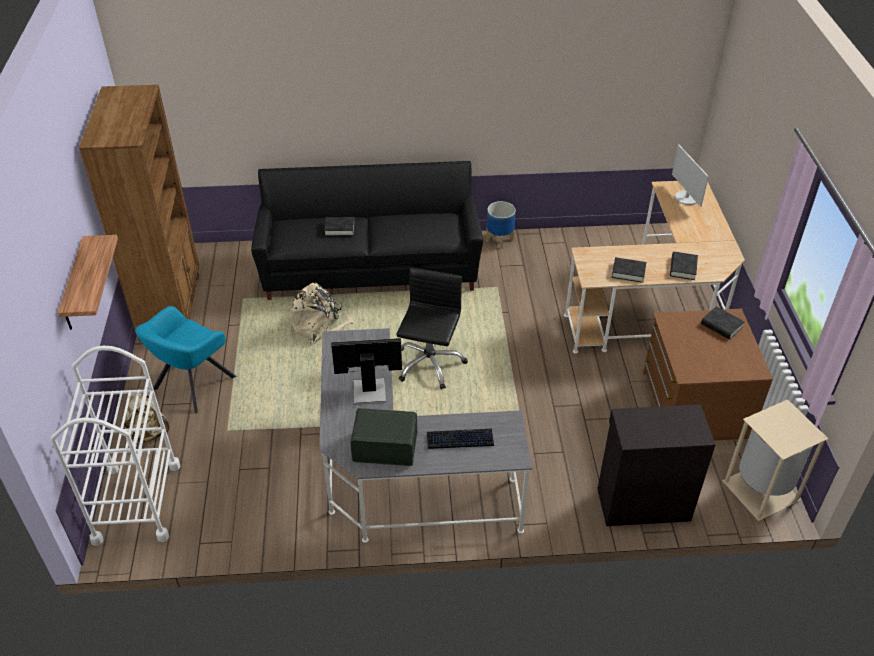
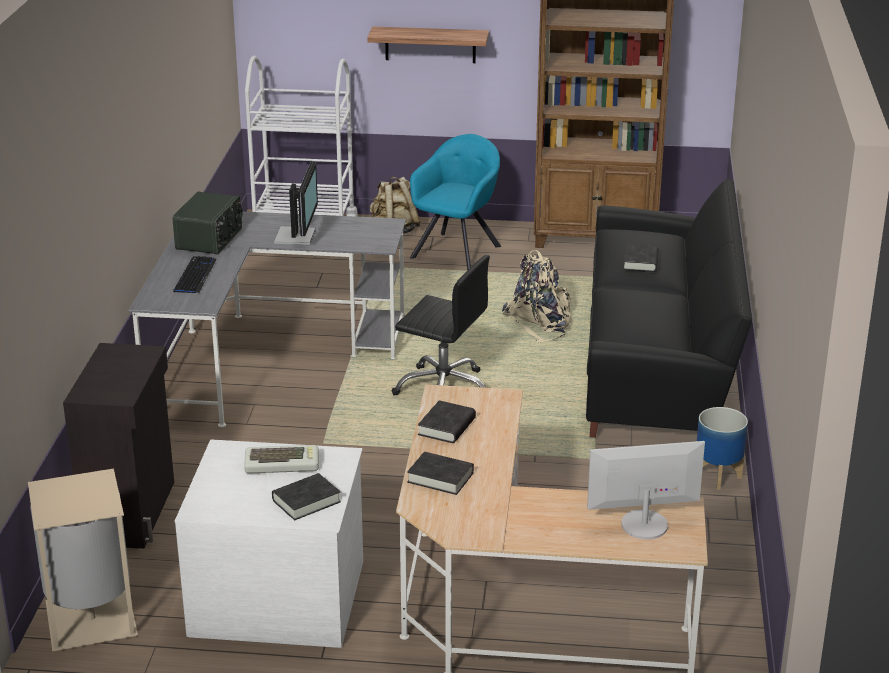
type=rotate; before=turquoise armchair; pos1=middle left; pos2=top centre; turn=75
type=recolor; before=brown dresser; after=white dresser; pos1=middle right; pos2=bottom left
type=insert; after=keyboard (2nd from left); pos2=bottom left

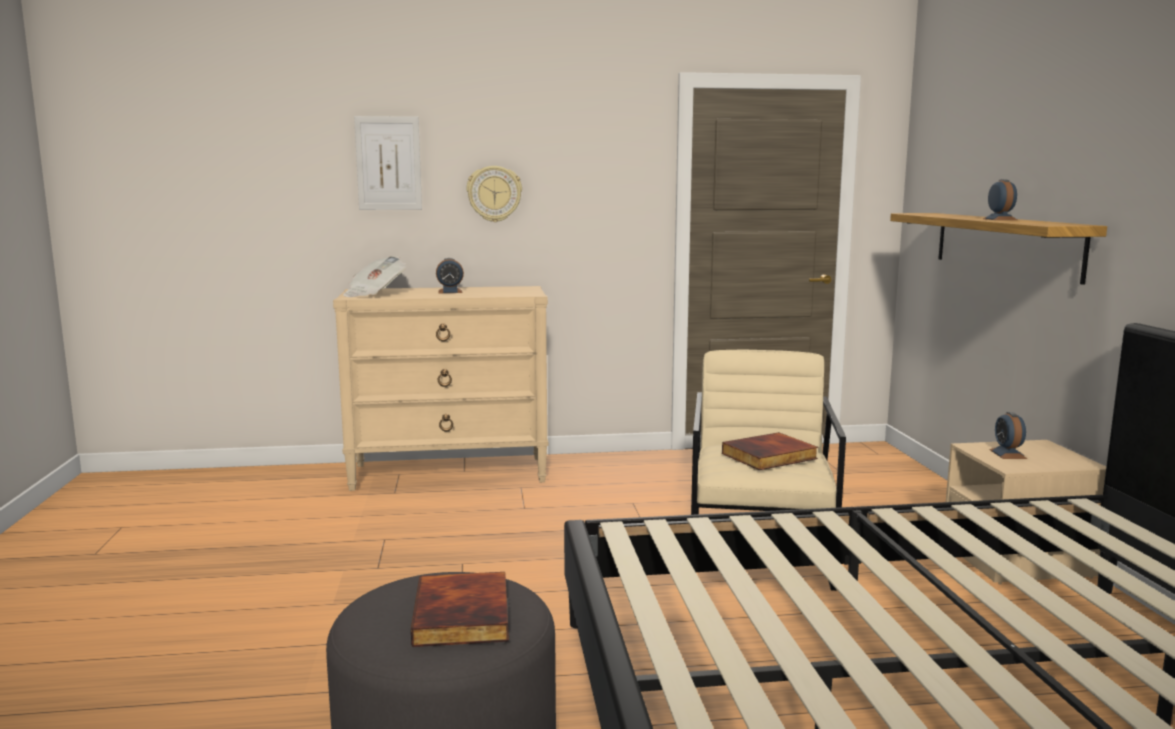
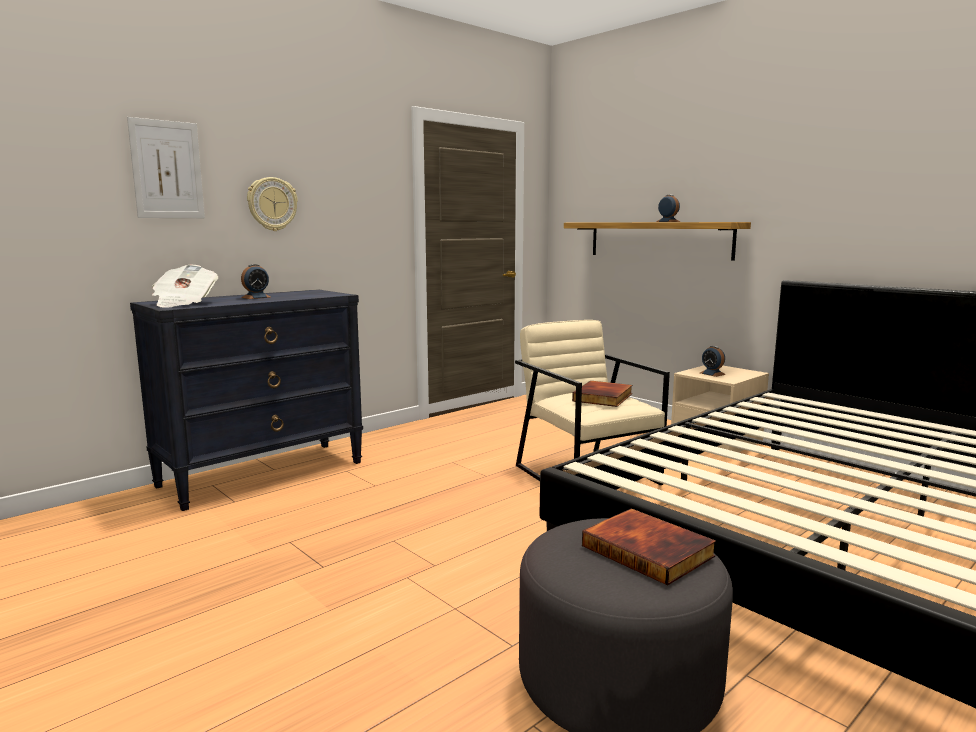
type=recolor; before=beige dresser; after=black dresser; pos1=centre; pos2=middle left

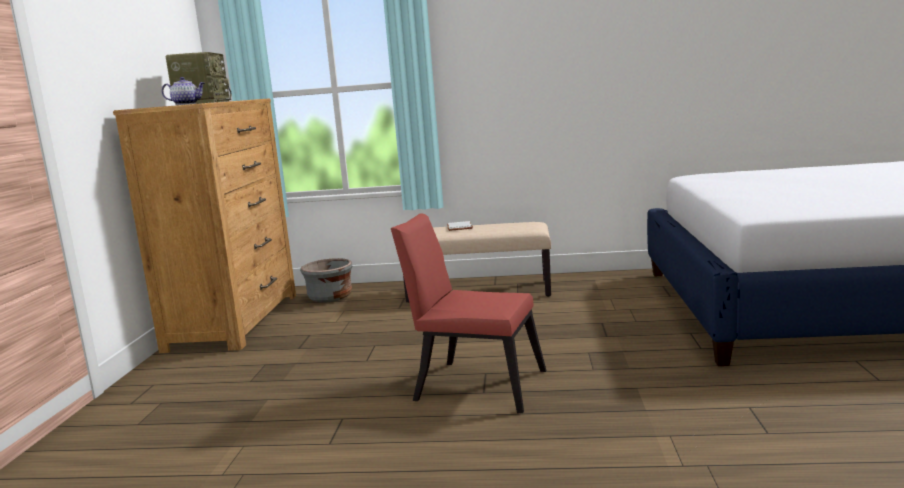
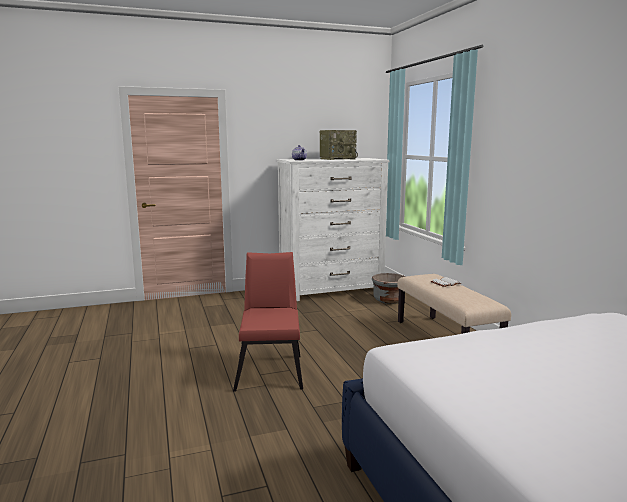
type=recolor; before=brown dresser; after=white dresser; pos1=middle left; pos2=centre

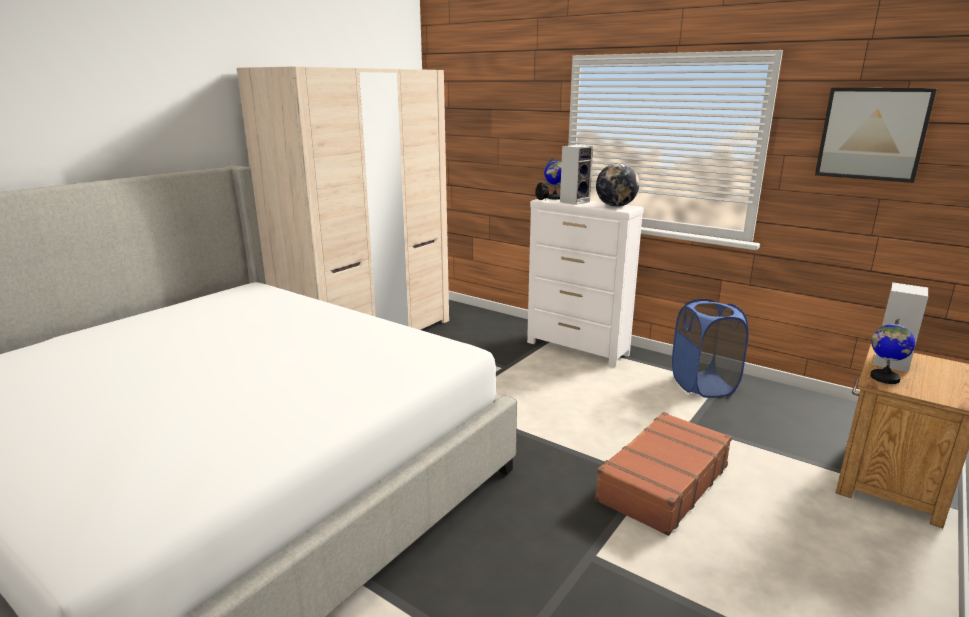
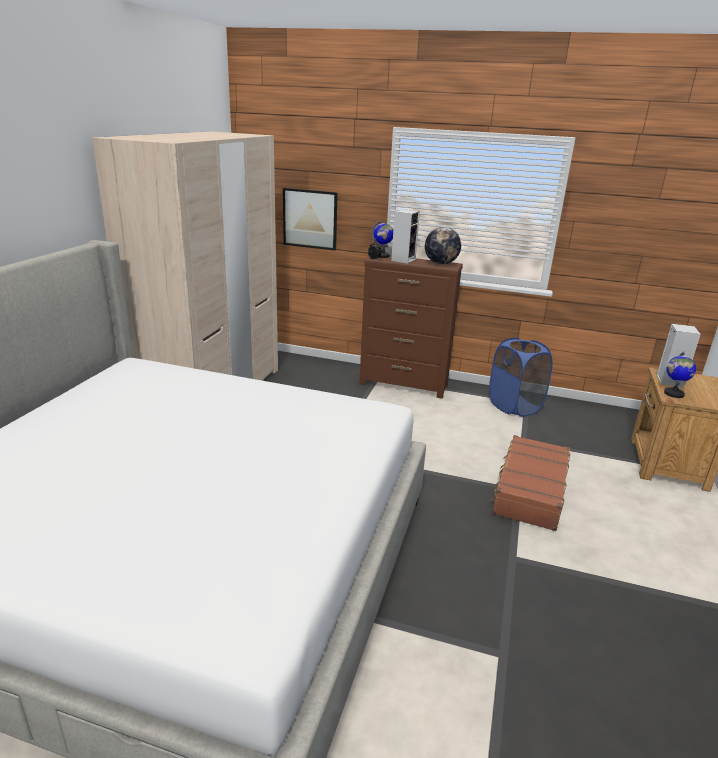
type=recolor; before=white dresser; after=brown dresser; pos1=centre; pos2=centre
type=move; before=picture; pos1=top right; pos2=top centre

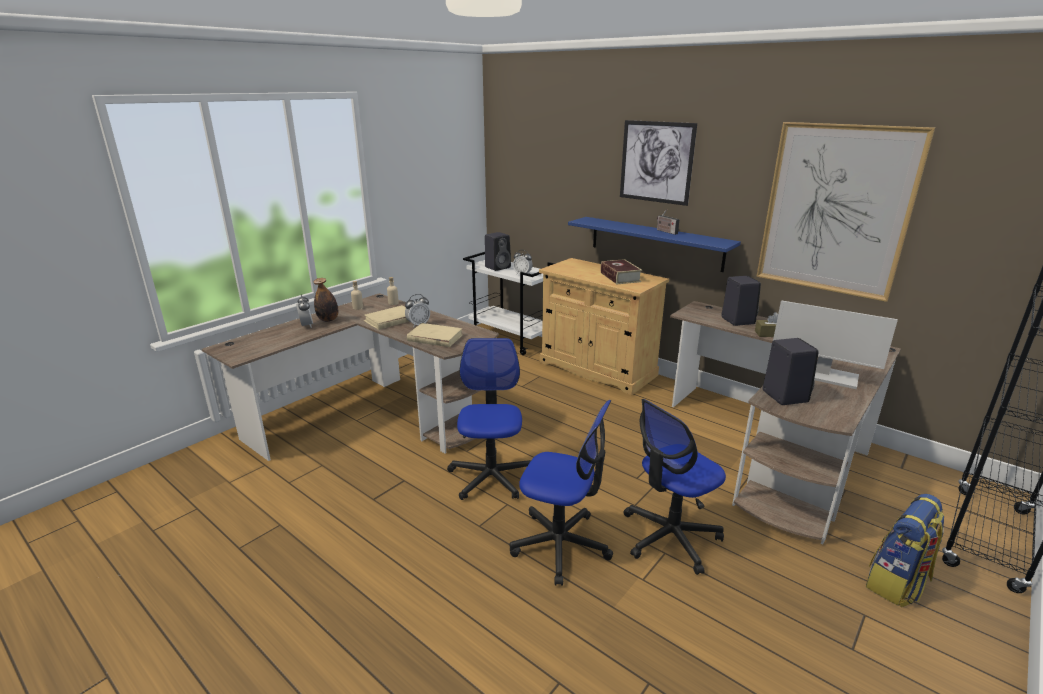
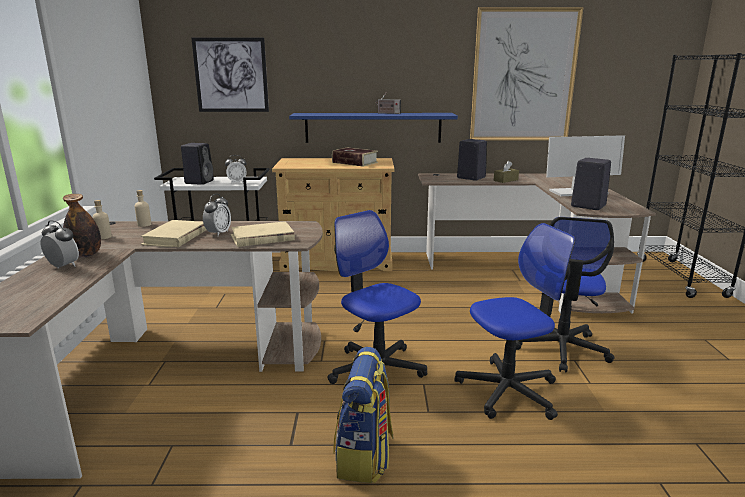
type=move; before=picture (1st from left); pos1=top centre; pos2=top left
type=move; before=backpack; pos1=bottom right; pos2=bottom centre

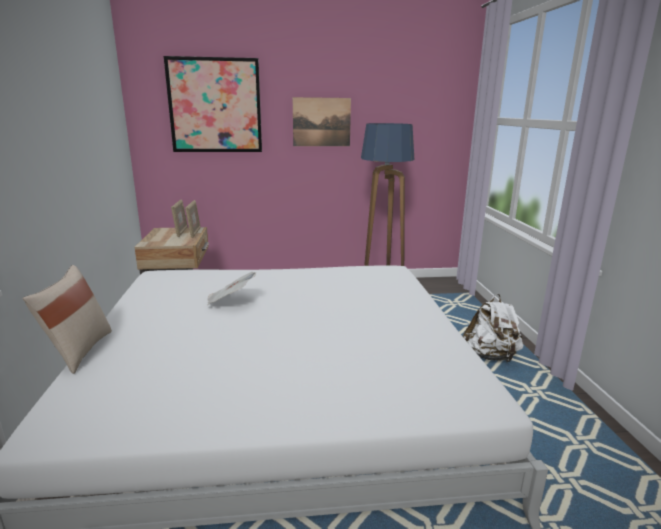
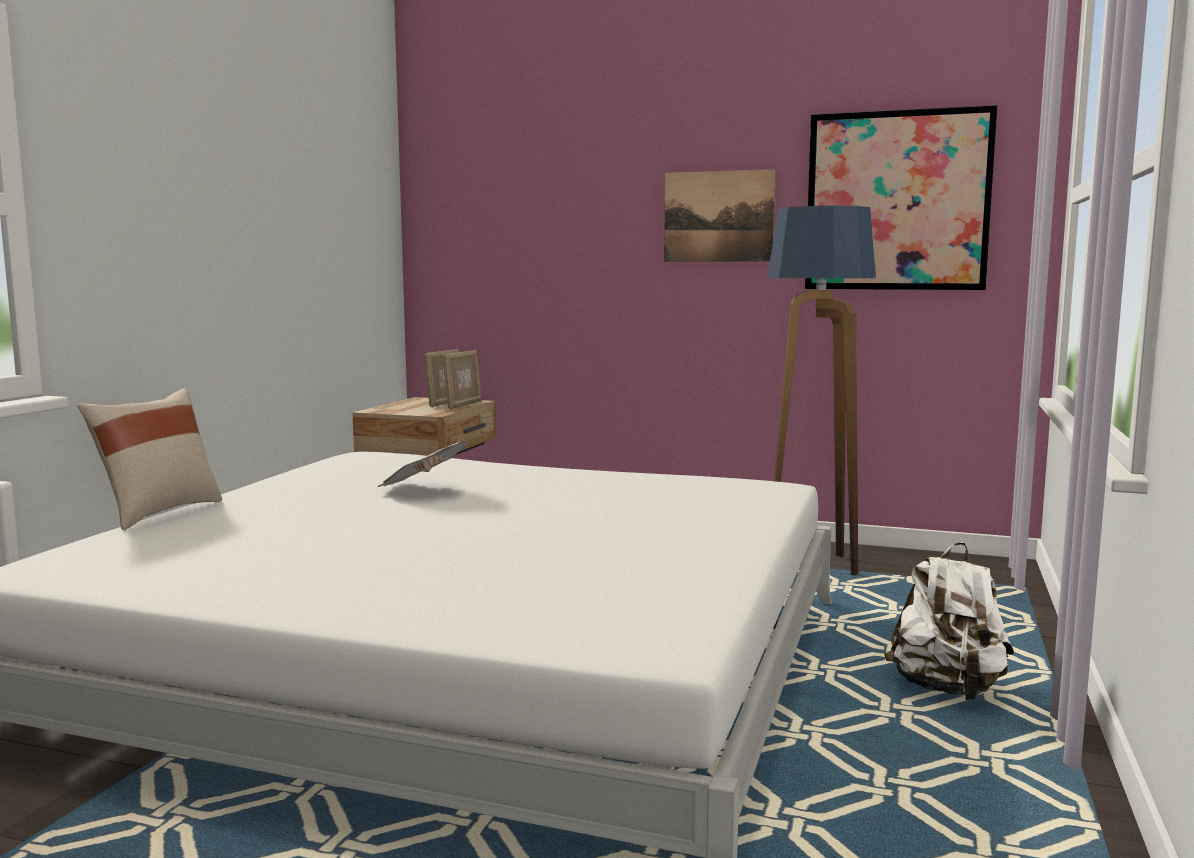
type=move; before=picture (1st from left in the first image); after=picture (2nd from left); pos1=top left; pos2=top right

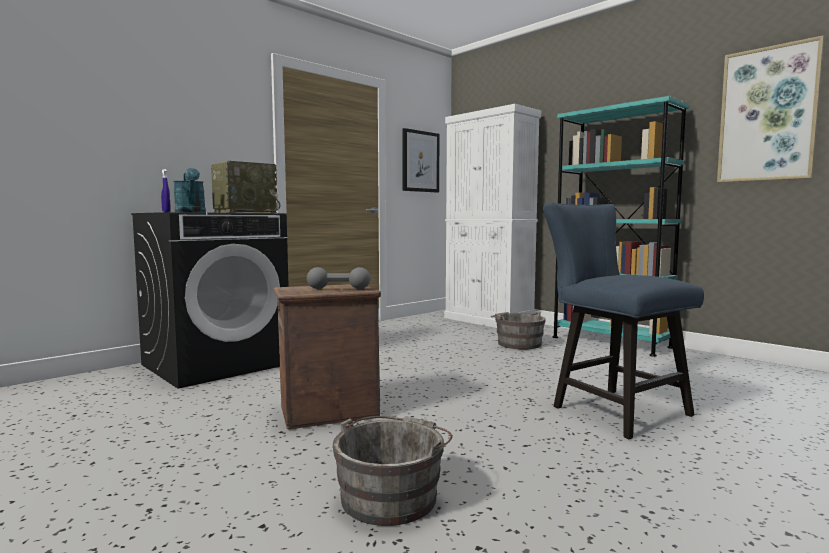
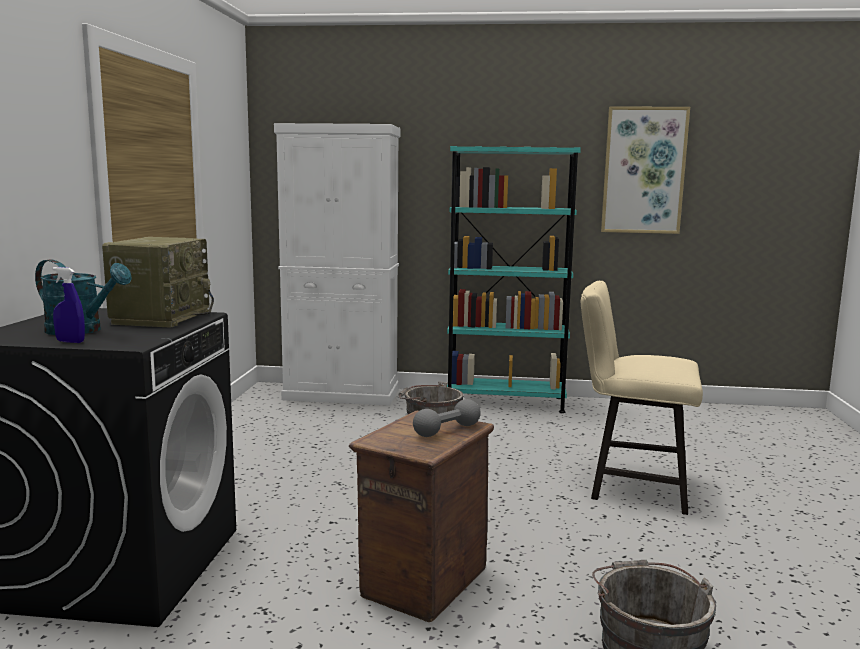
type=delete; before=picture (1st from left); pos1=top centre
type=recolor; before=blue chair; after=beige chair; pos1=middle right; pos2=middle right

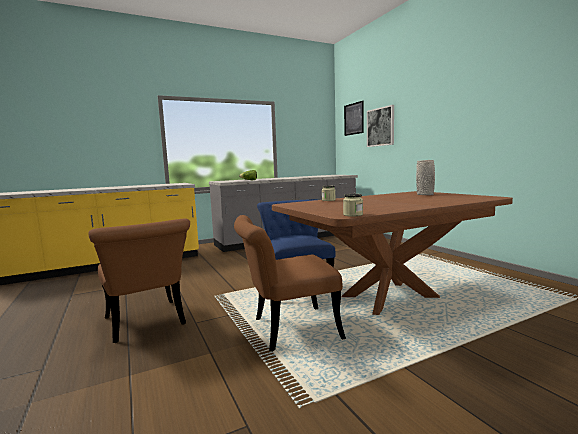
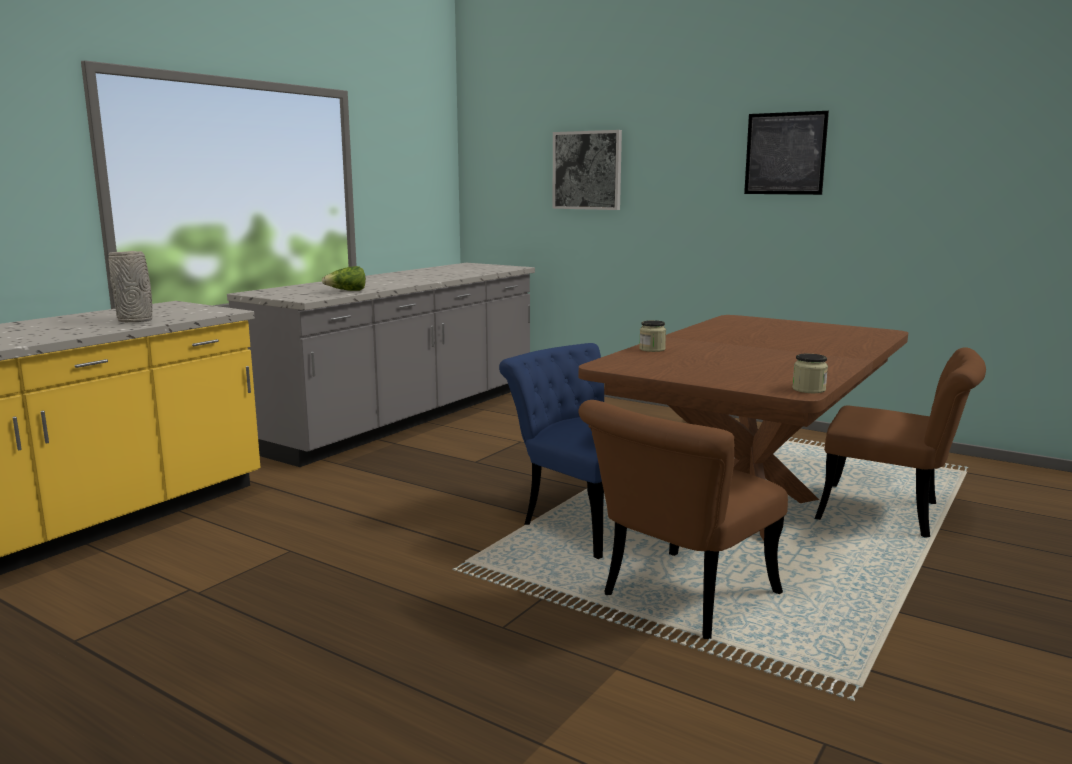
type=move; before=brown chair (1st from left in the first image); after=brown chair (2nd from left); pos1=middle left; pos2=middle right
type=move; before=picture (1st from left in the first image); after=picture (2nd from left); pos1=top centre; pos2=top right
type=move; before=grey vase; pos1=middle right; pos2=middle left

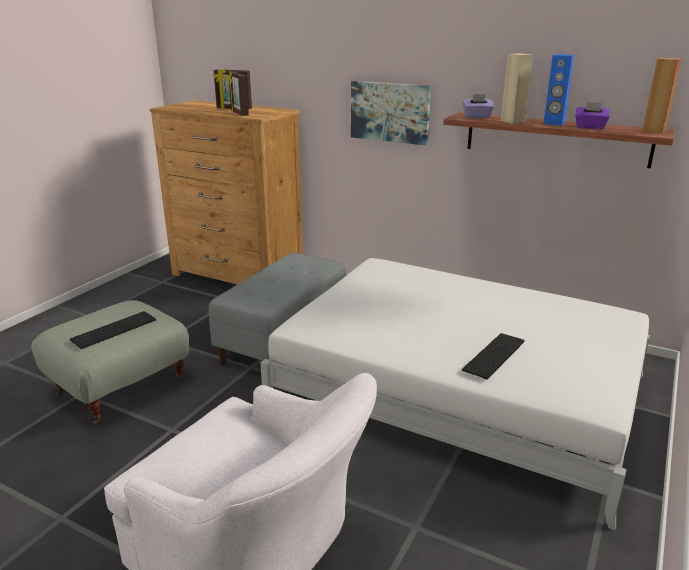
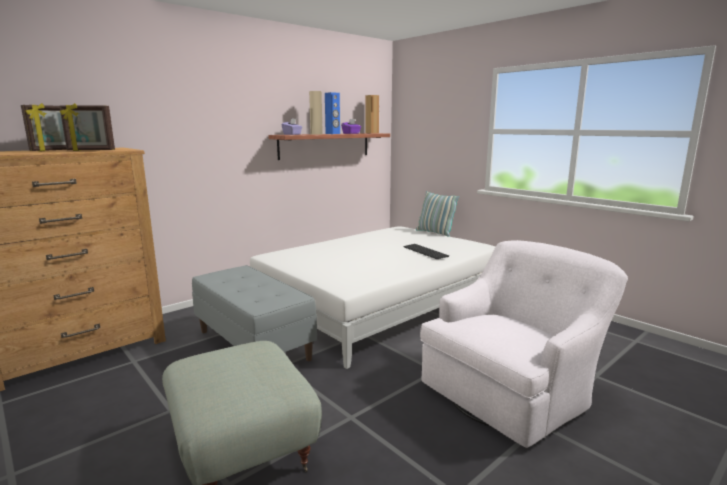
type=delete; before=keyboard (1st from left); pos1=middle left
type=delete; before=picture; pos1=top centre
type=insert; after=pillow; pos2=centre

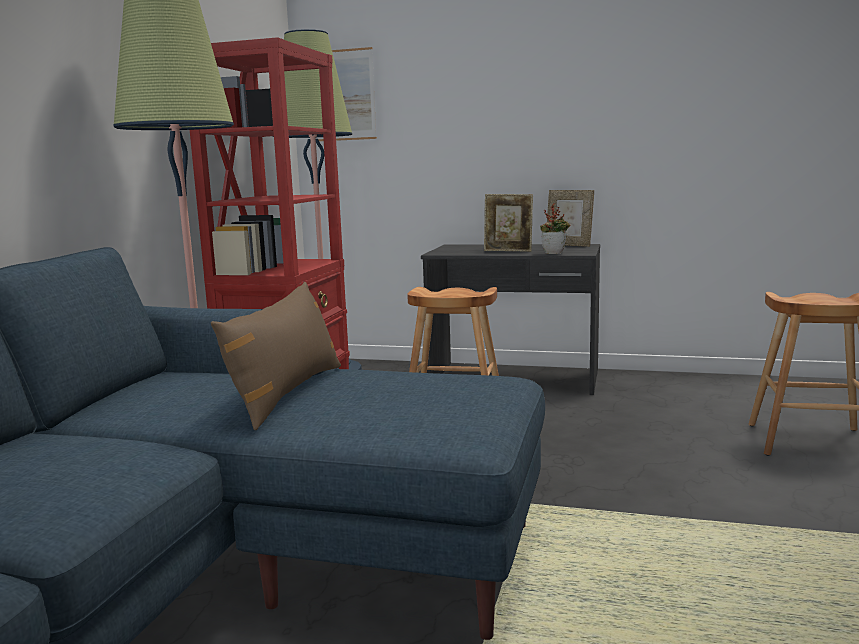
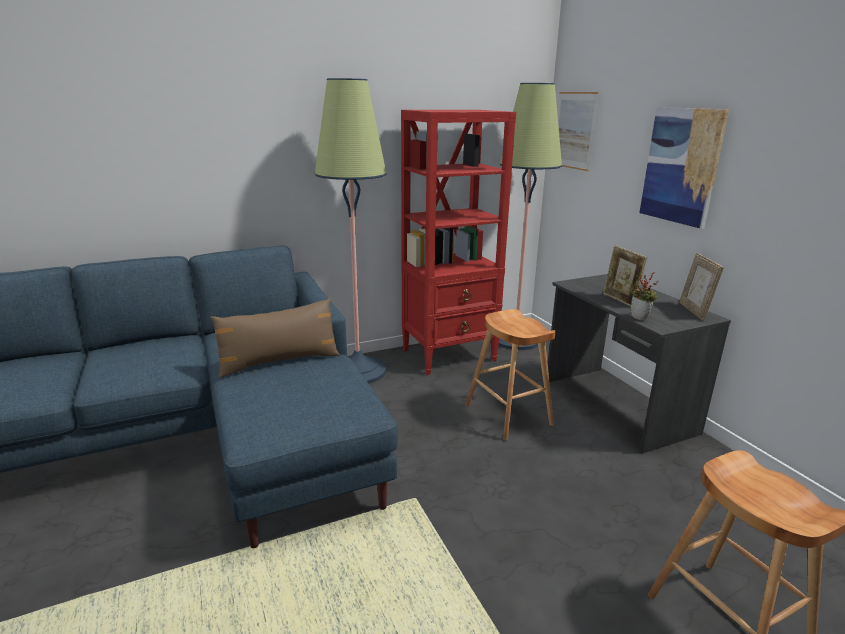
type=insert; after=picture (2nd from left); pos2=top right

